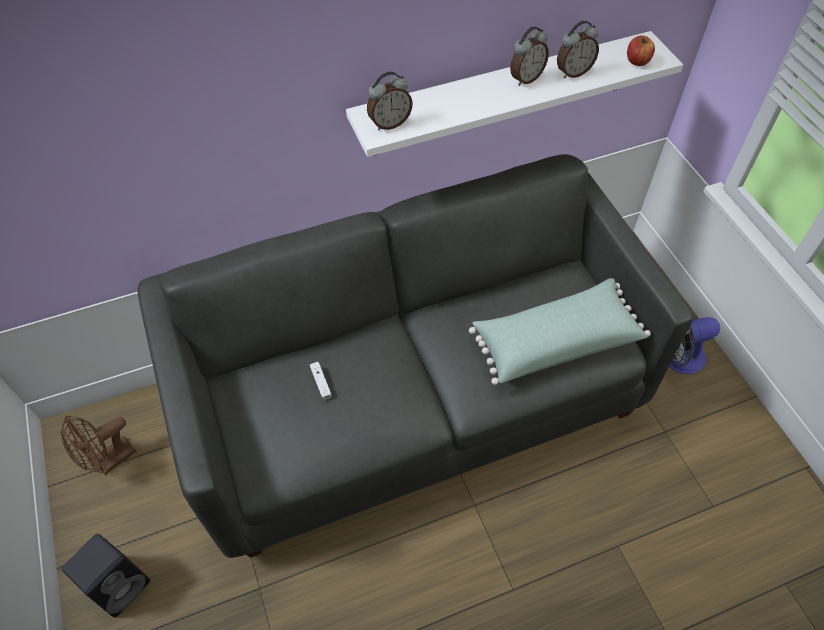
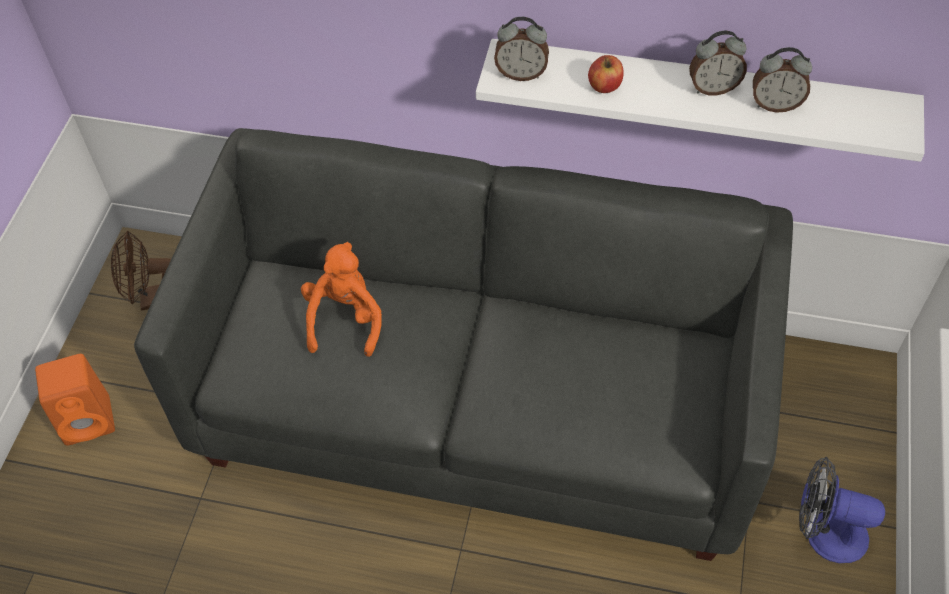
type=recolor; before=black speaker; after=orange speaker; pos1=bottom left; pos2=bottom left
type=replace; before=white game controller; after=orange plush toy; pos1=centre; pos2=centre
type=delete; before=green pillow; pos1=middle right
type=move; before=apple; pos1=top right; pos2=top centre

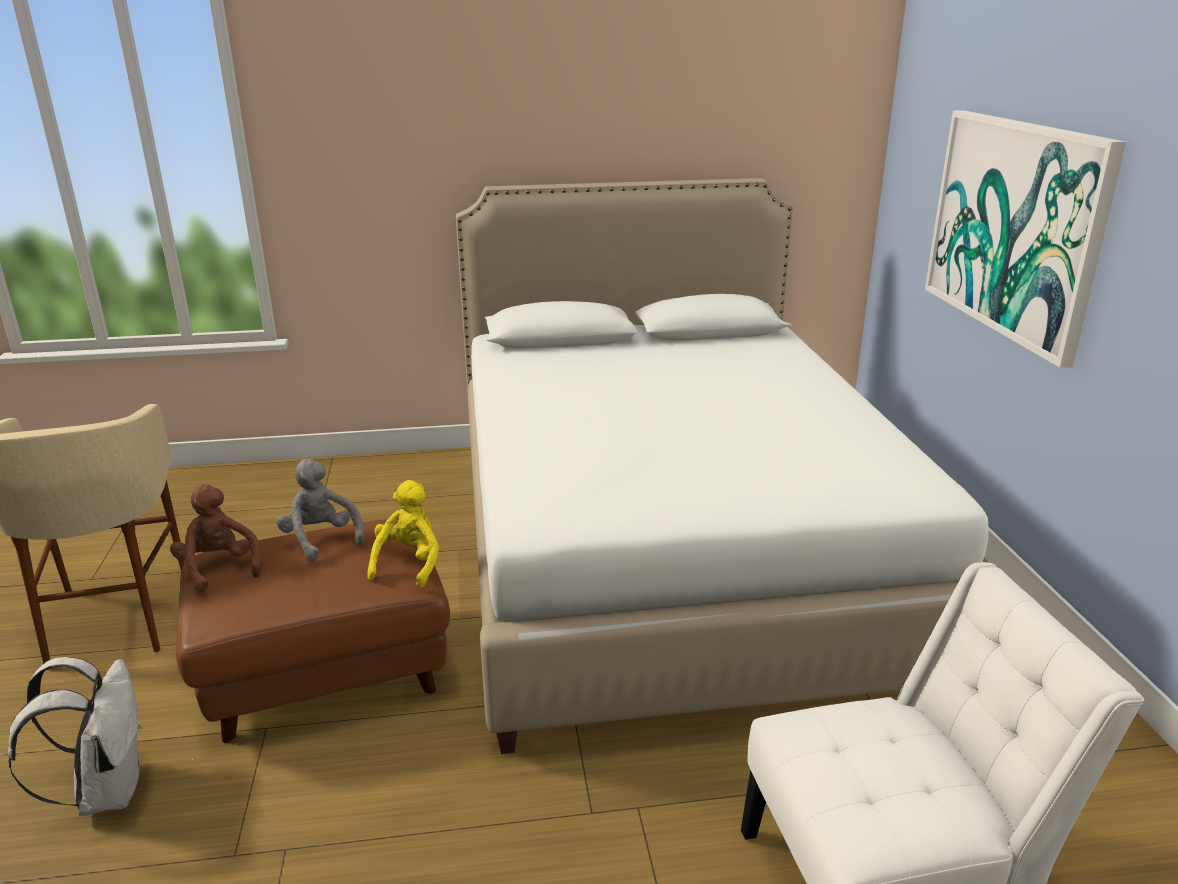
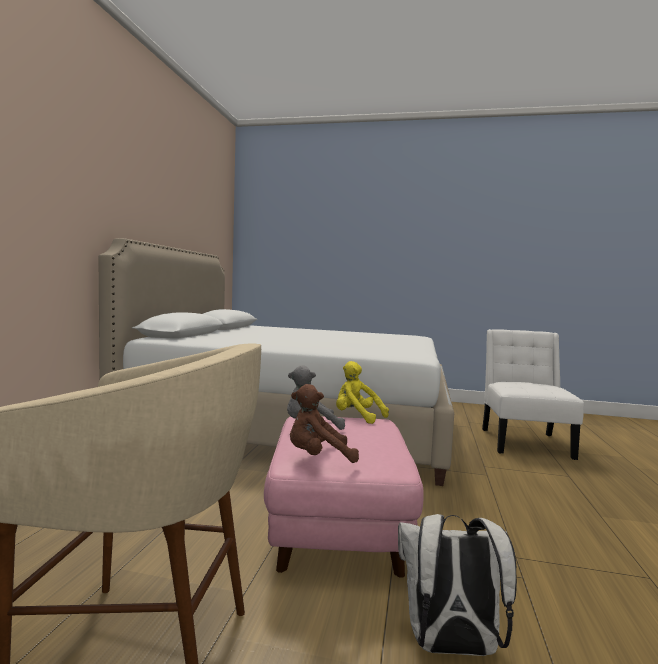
type=recolor; before=brown ottoman; after=pink ottoman; pos1=bottom left; pos2=bottom centre
type=delete; before=picture; pos1=top right

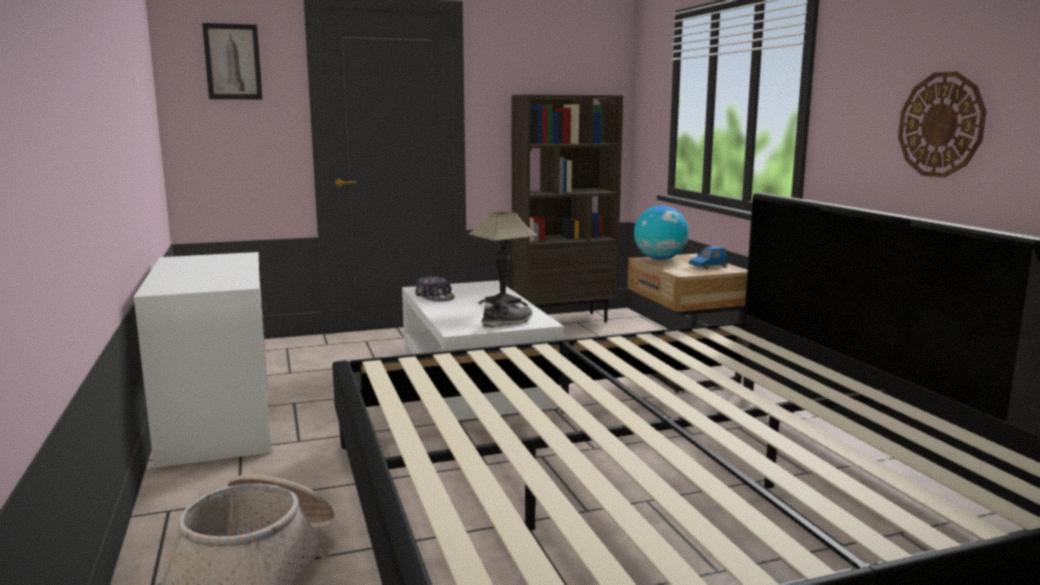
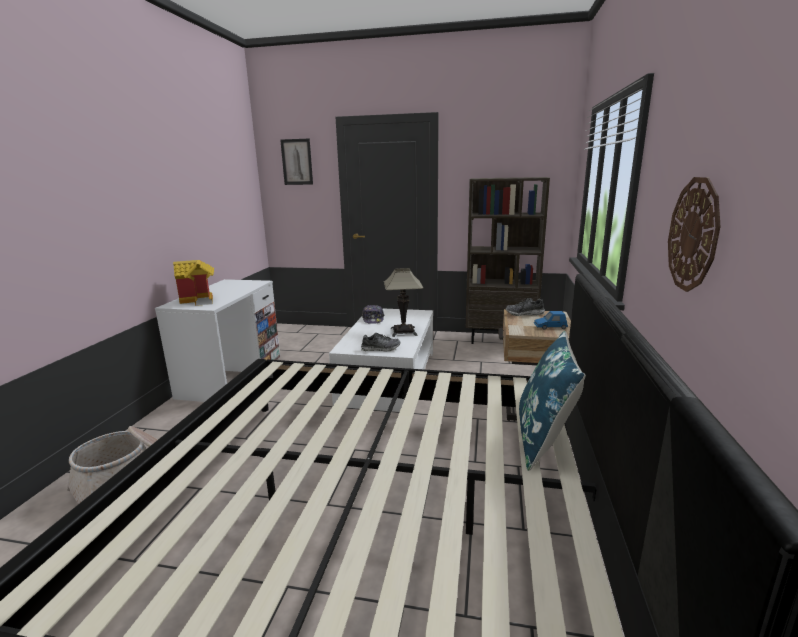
type=replace; before=globe; after=shoe (2nd from left); pos1=centre; pos2=centre
type=insert; after=toy house; pos2=middle left
type=insert; after=blue pillow; pos2=middle right

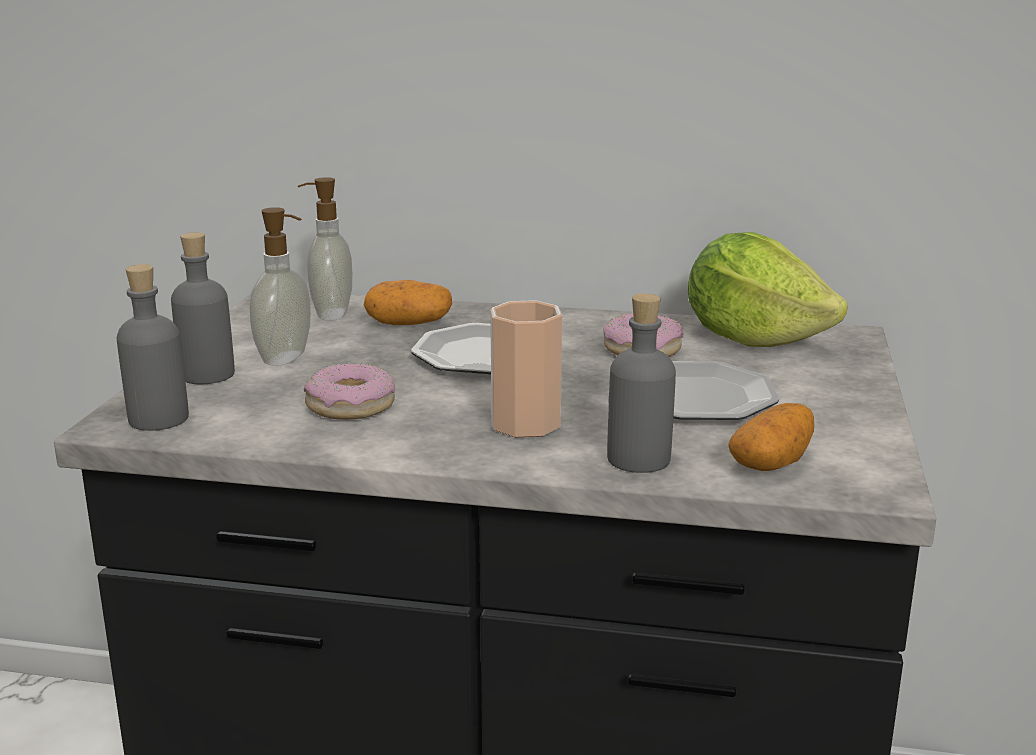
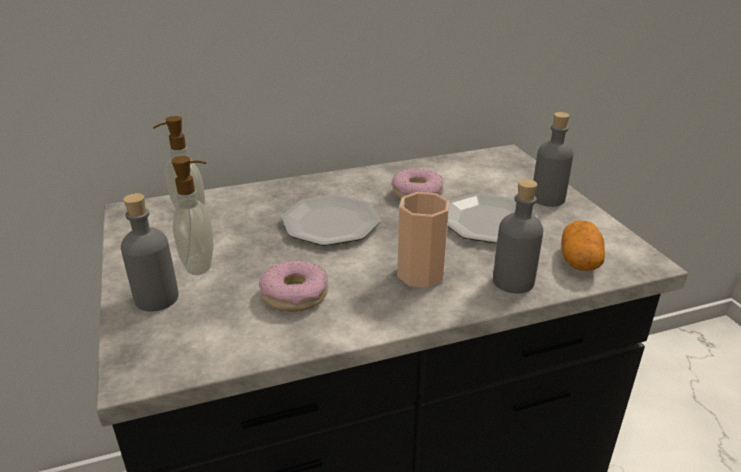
type=move; before=grey bottle (1st from left in the first image); after=grey bottle (3rd from left); pos1=middle left; pos2=middle right
type=delete; before=potato (1st from left); pos1=centre
type=delete; before=lettuce; pos1=middle right

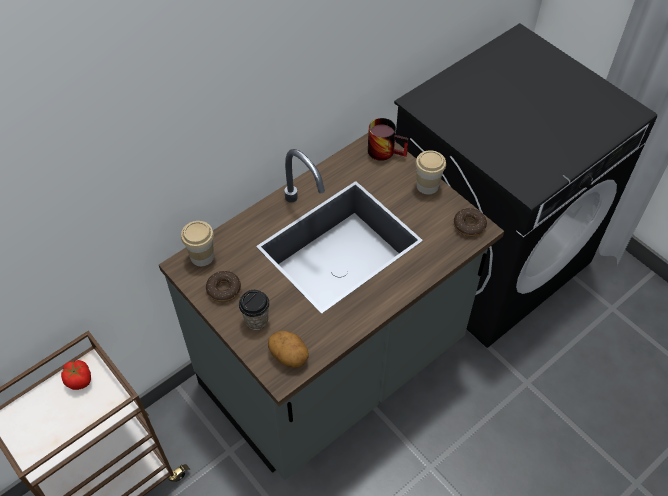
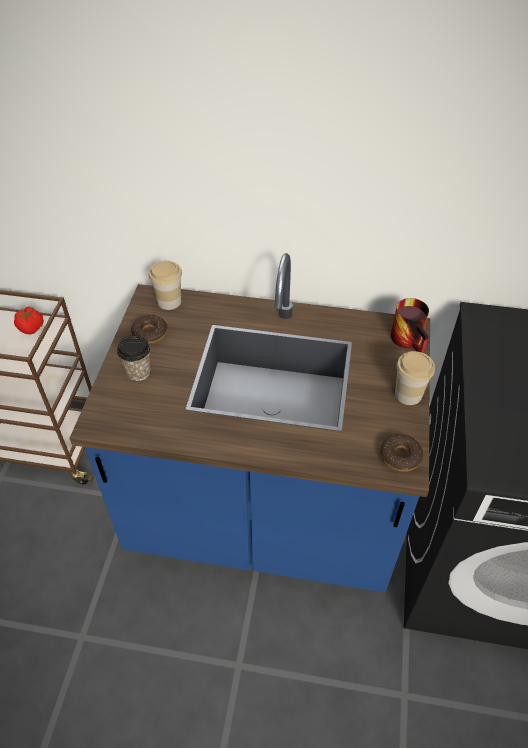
type=recolor; before=grey counter; after=blue counter; pos1=centre; pos2=centre
type=delete; before=potato; pos1=bottom centre

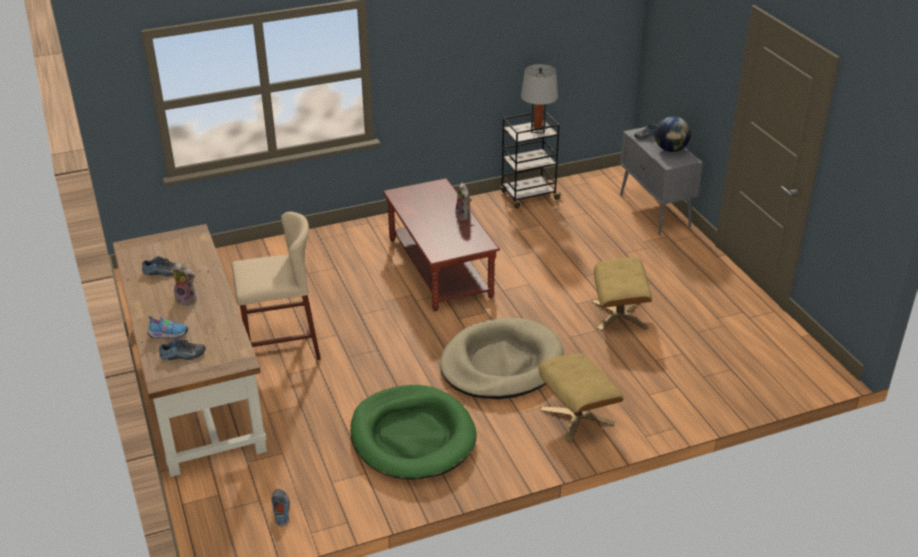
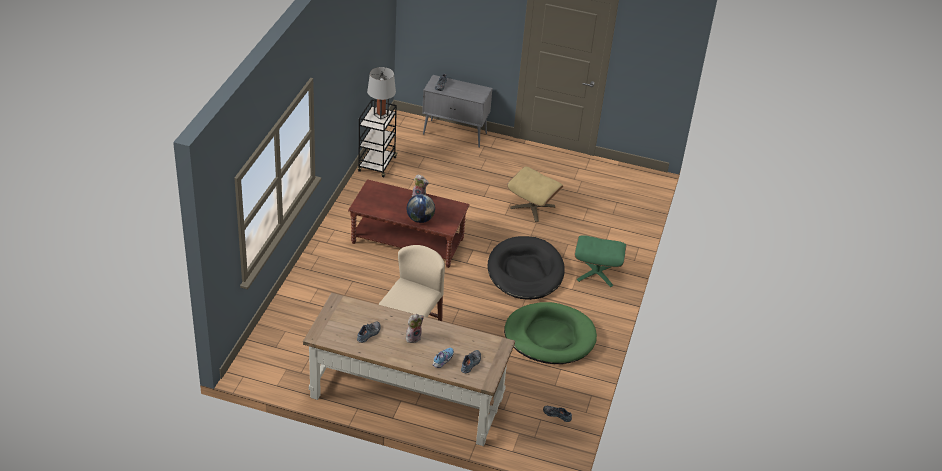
type=recolor; before=beige dog bed; after=black dog bed; pos1=centre; pos2=centre
type=recolor; before=beige ottoman (1st from left); after=green ottoman; pos1=bottom centre; pos2=centre
type=move; before=globe; pos1=top right; pos2=centre

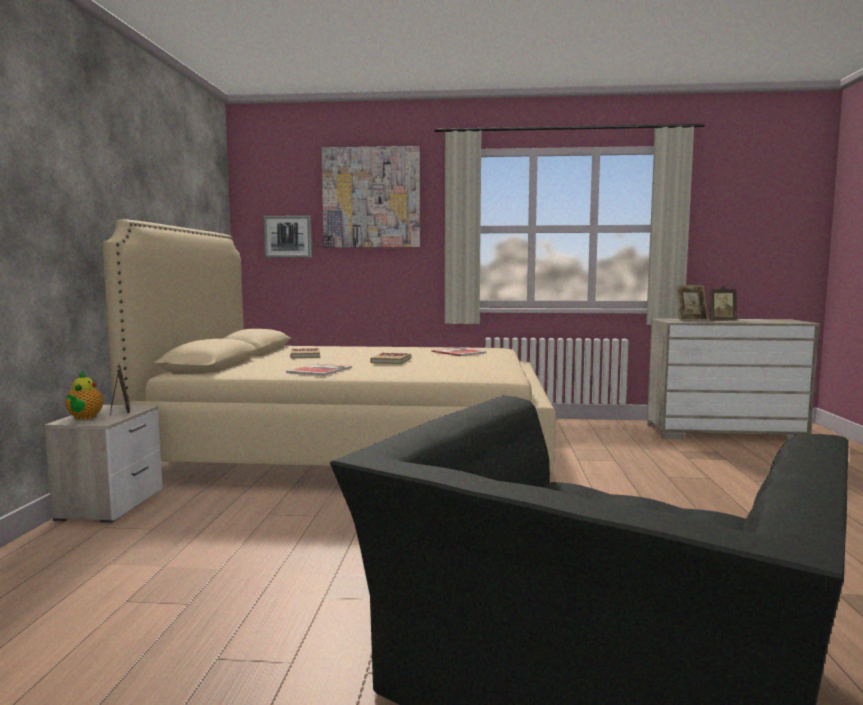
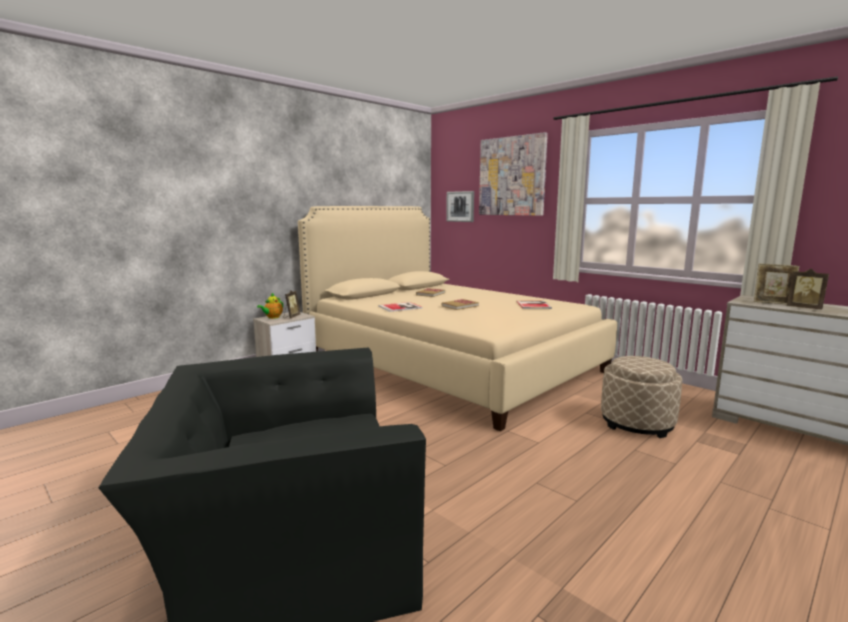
type=insert; after=beige ottoman; pos2=middle right

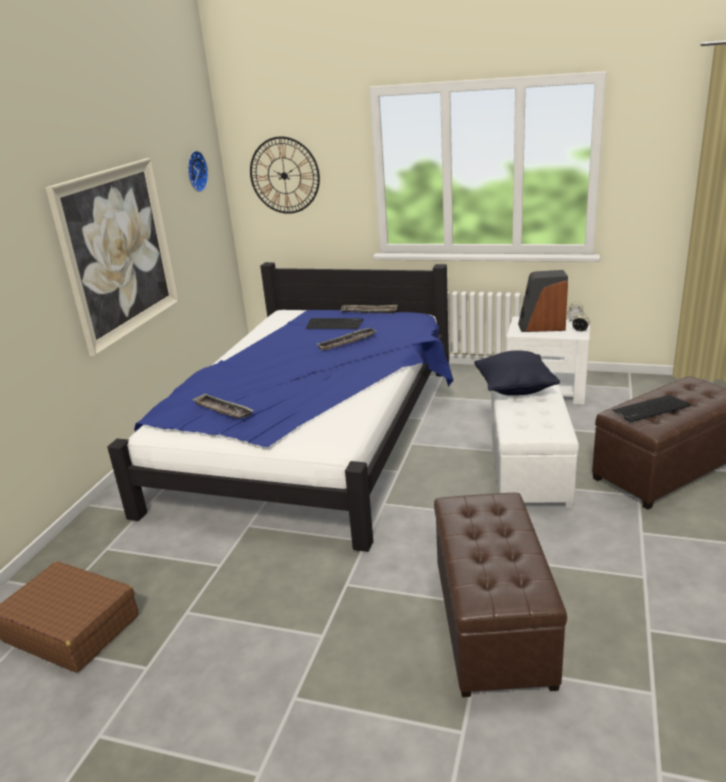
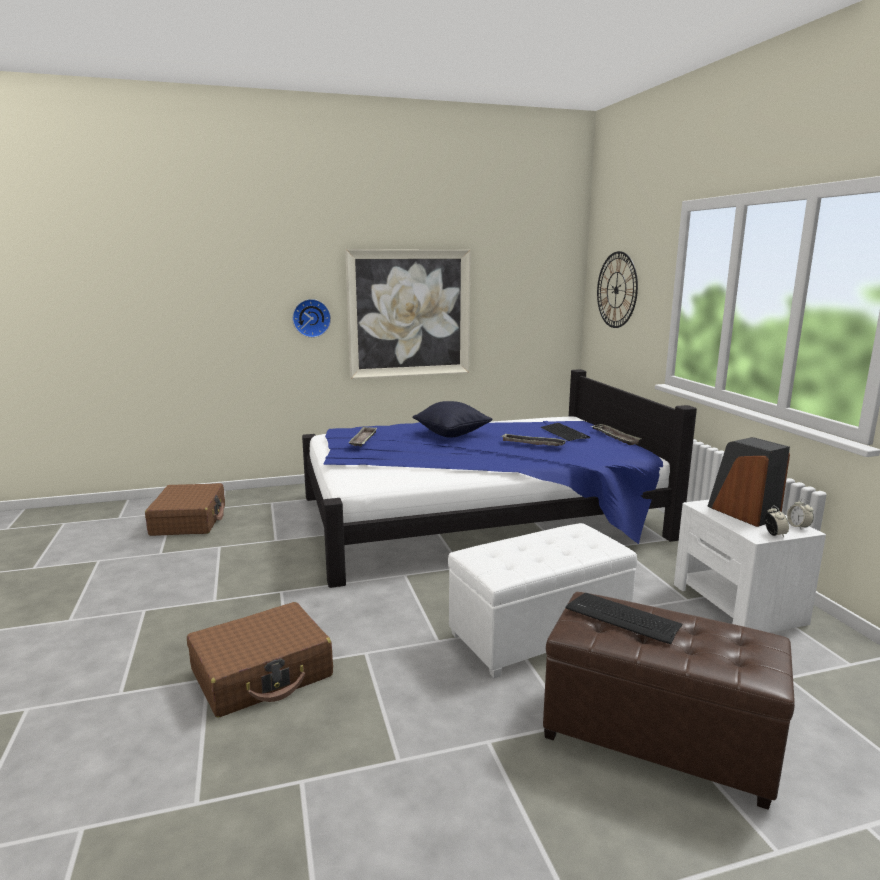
type=move; before=wall clock (1st from left); pos1=top left; pos2=centre
type=replace; before=brown ottoman (1st from left); after=brown suitcase (2nd from left); pos1=bottom right; pos2=bottom left
type=move; before=black pillow; pos1=middle right; pos2=centre

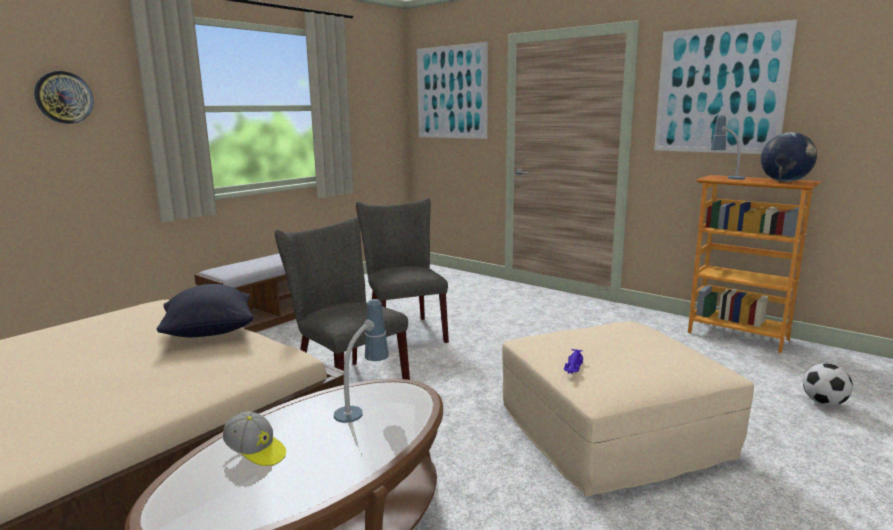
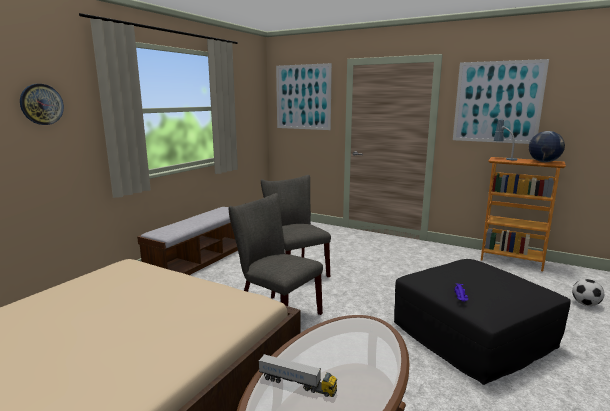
type=delete; before=black pillow; pos1=middle left
type=replace; before=cap; after=toy truck; pos1=bottom left; pos2=bottom centre
type=delete; before=table lamp (1st from left); pos1=bottom centre
type=recolor; before=beige ottoman; after=black ottoman; pos1=bottom right; pos2=bottom right

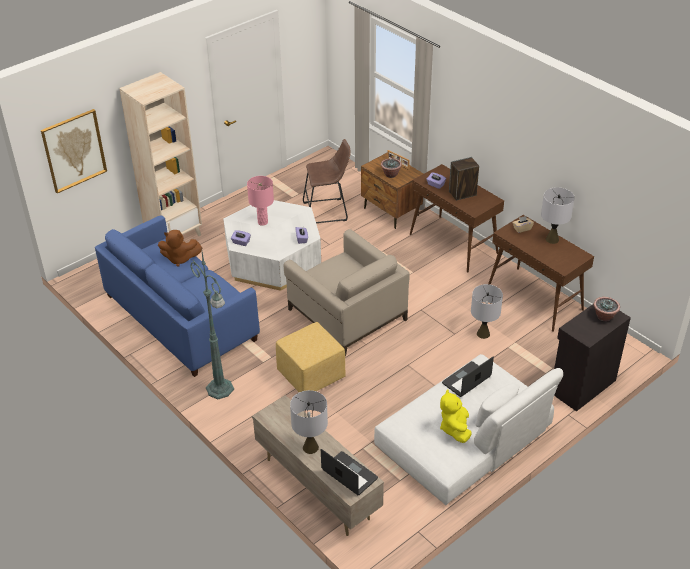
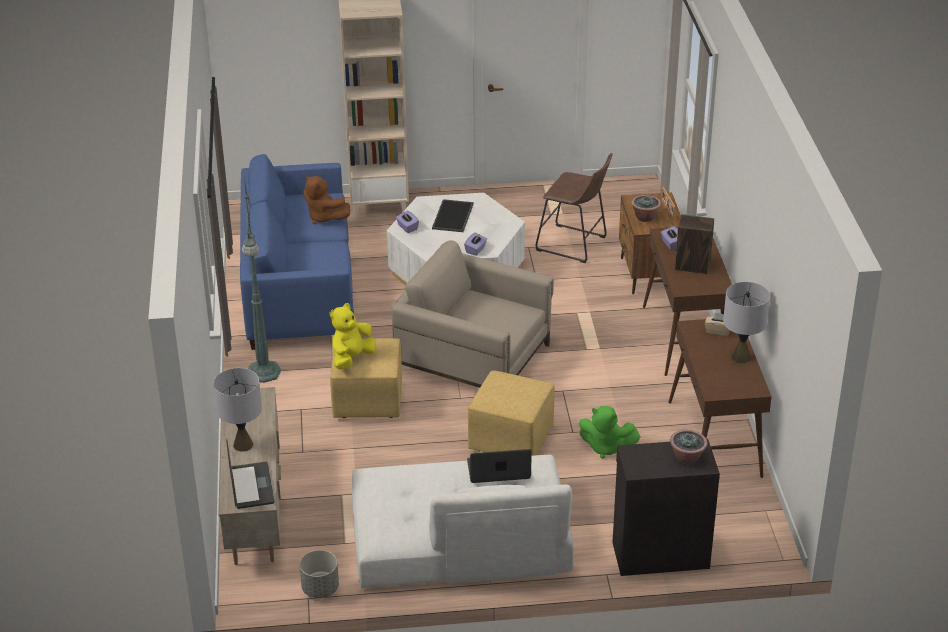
type=delete; before=picture; pos1=top left
type=replace; before=pink table lamp; after=tray; pos1=centre; pos2=centre
type=rotate; before=beige armchair; pos1=centre; pos2=centre; turn=120
type=move; before=yellow plush toy; pos1=bottom centre; pos2=centre
type=replace; before=grey table lamp (2nd from left); after=green plush toy; pos1=middle right; pos2=bottom centre
type=insert; after=grey planter; pos2=bottom centre
type=insert; after=yellow ottoman (2nd from left); pos2=centre

